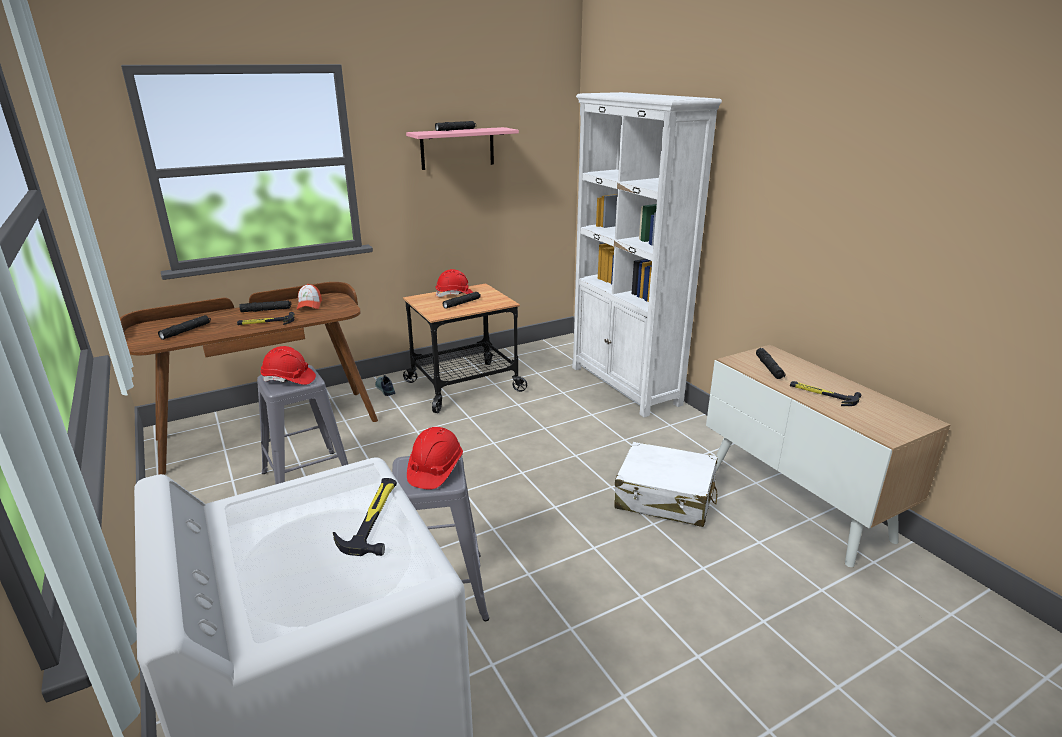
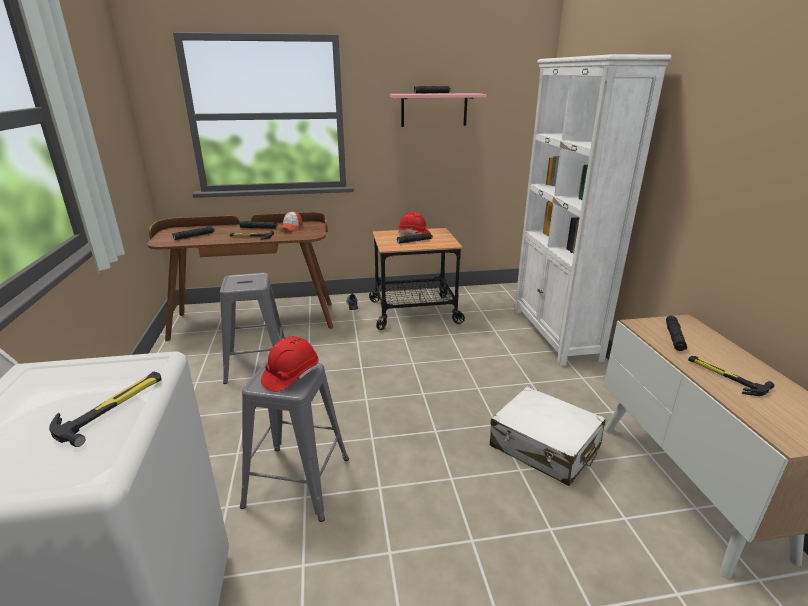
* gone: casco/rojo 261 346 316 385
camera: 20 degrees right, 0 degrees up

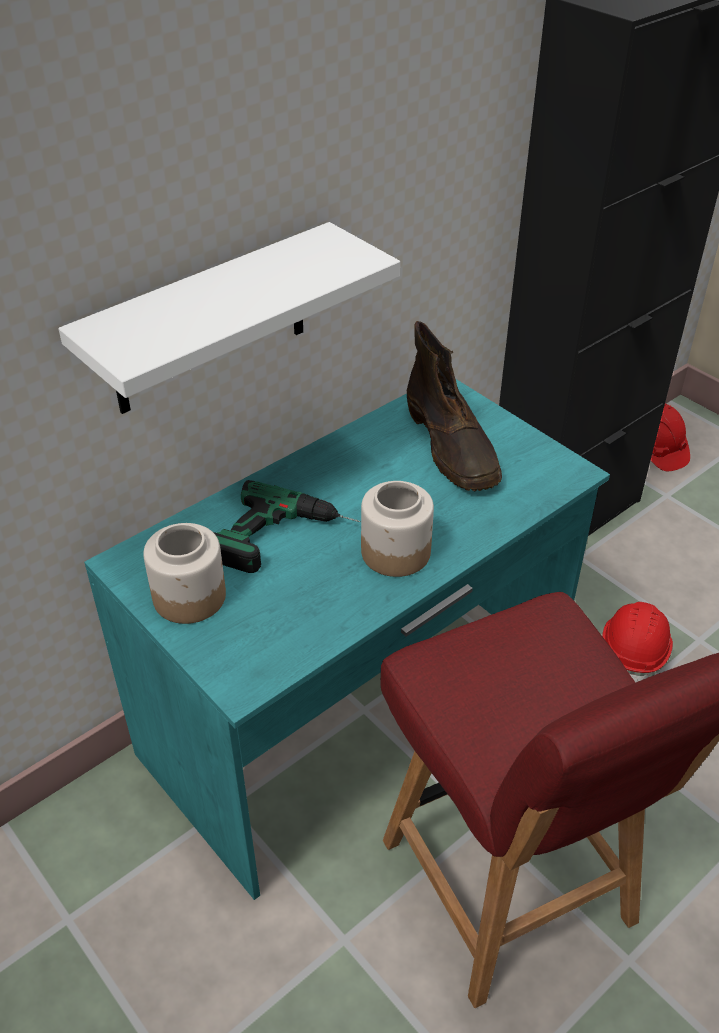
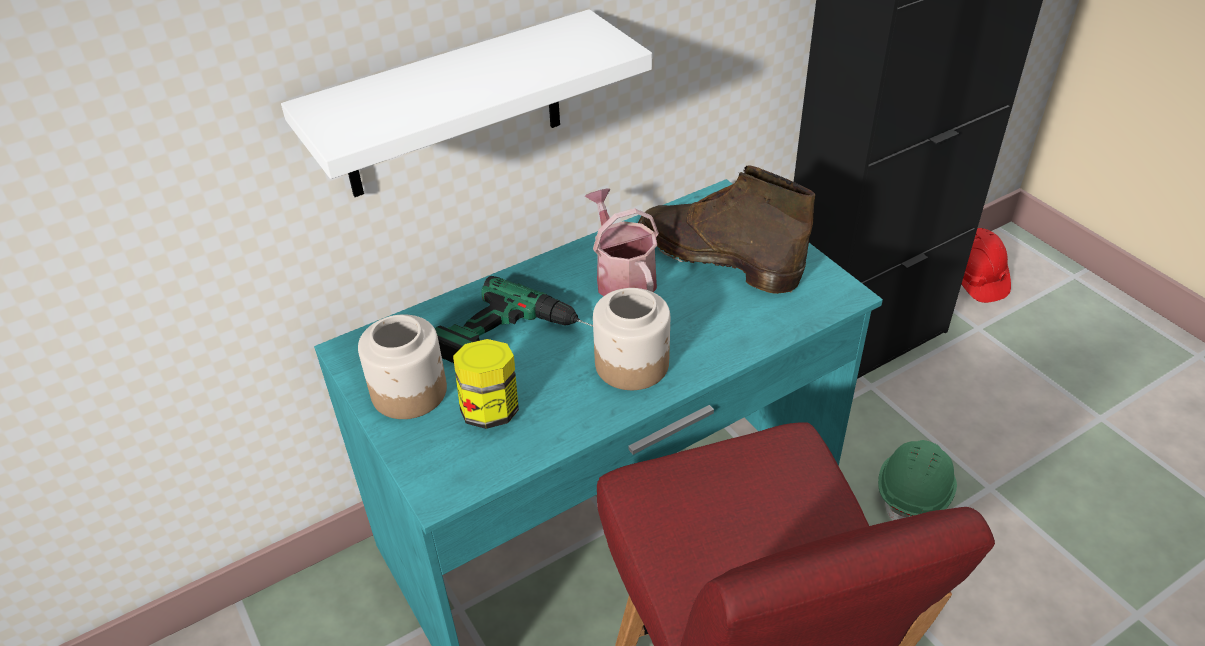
* rotated: bota/marrón 407 321 502 491 = 638 165 815 294 135 degrees clockwise
* repainted: casco/rojo 602 602 673 683 to casco/verde 878 440 957 520
* new: regadera 585 188 659 296
* new: tarro 453 339 519 429
camera: 10 degrees right, 0 degrees up

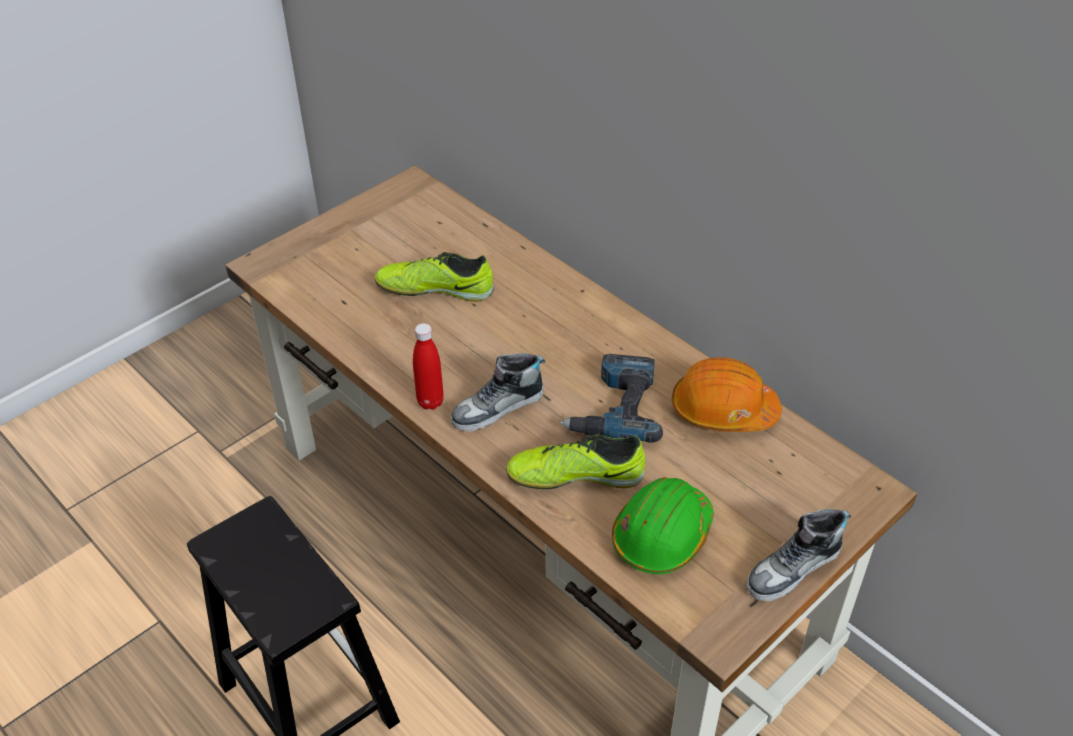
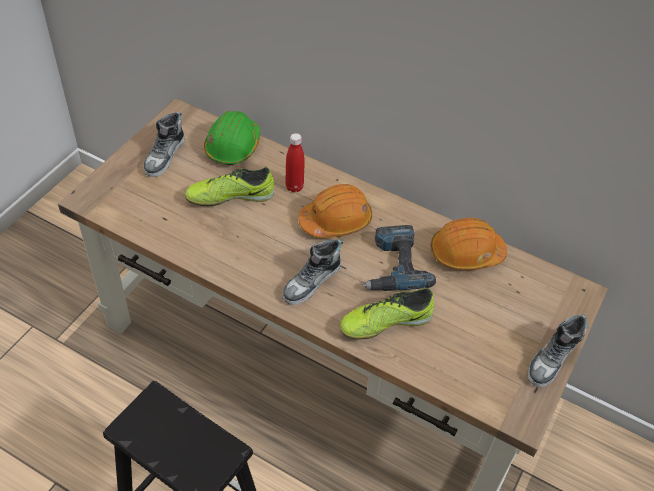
* shifted: botella/rojo 413 323 444 410 to 285 133 305 192
* shifted: casco/verde 612 477 714 574 to 204 111 261 165
* new: zapato 144 112 184 177
* new: casco/naranja 298 184 372 238
camera: 20 degrees left, 5 degrees up

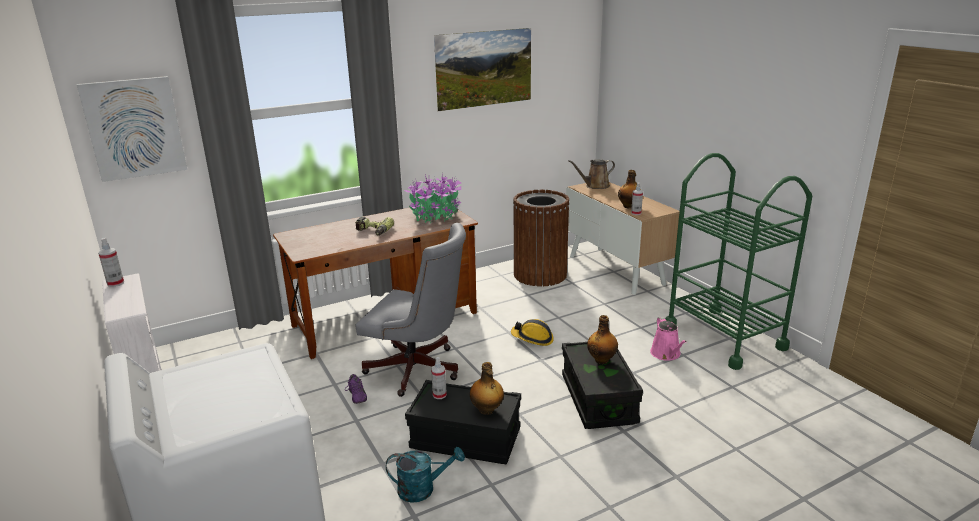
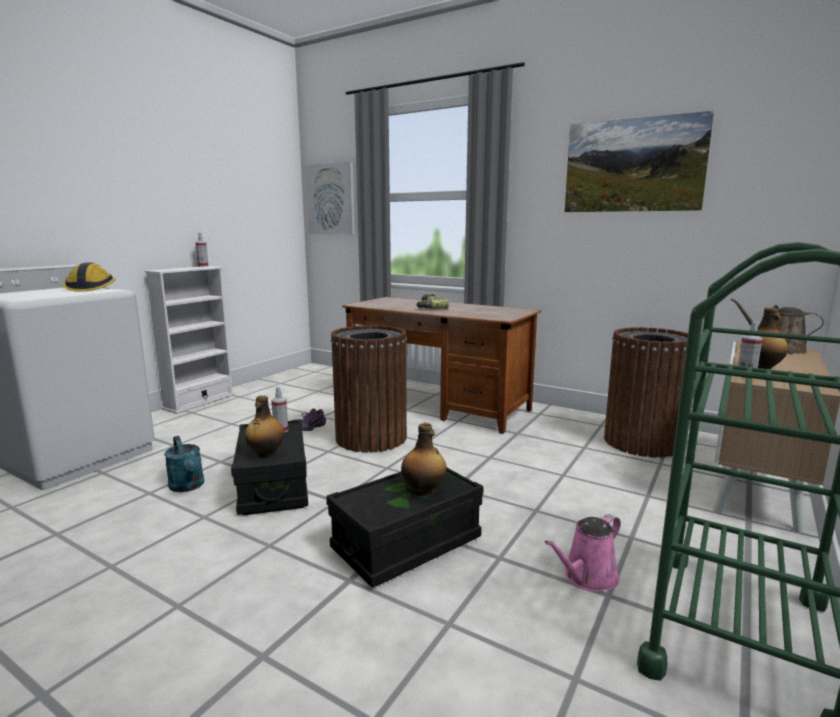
* gone: planta en maceta 404 174 461 223
* swapped: silla de oficina/gris 355 223 466 397 to papelera/marrón 331 325 407 453
* shifted: casco 511 319 554 346 to 63 263 116 292
camera: 60 degrees right, 10 degrees down

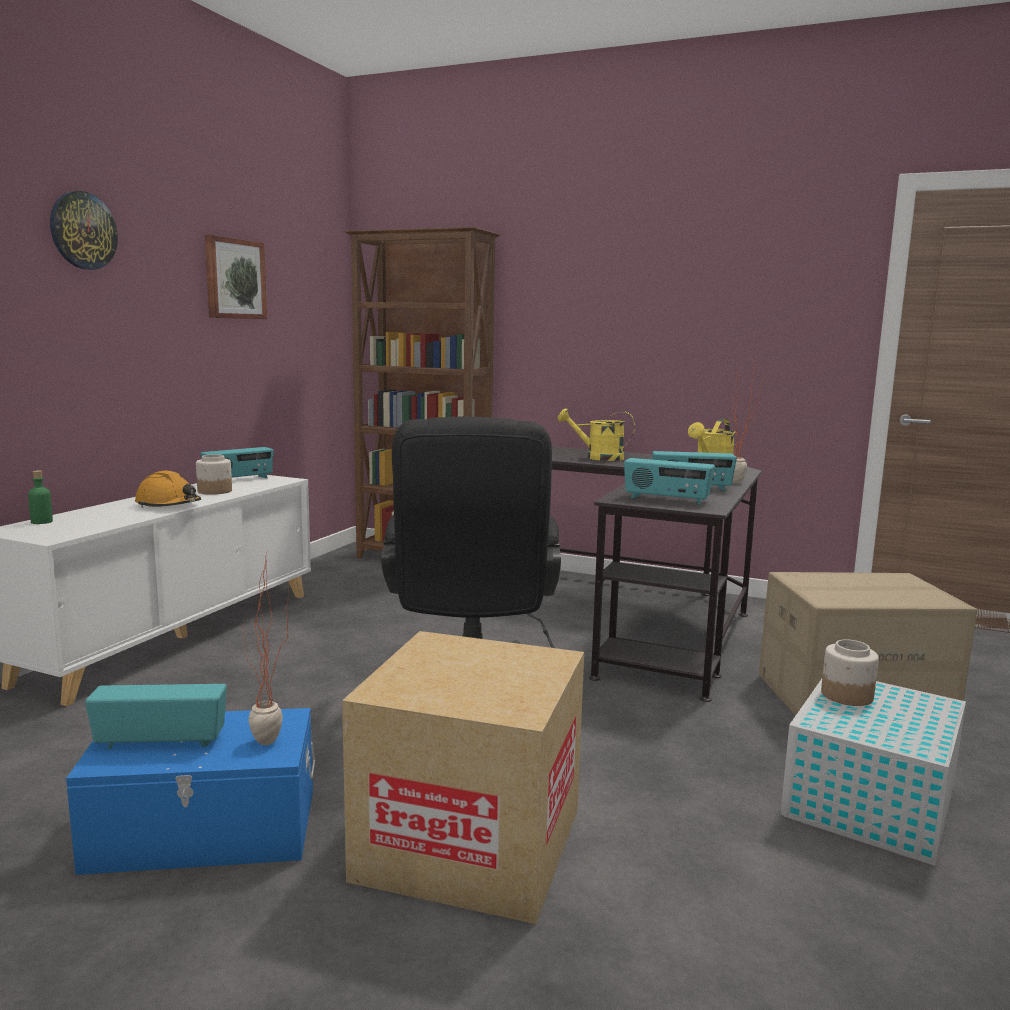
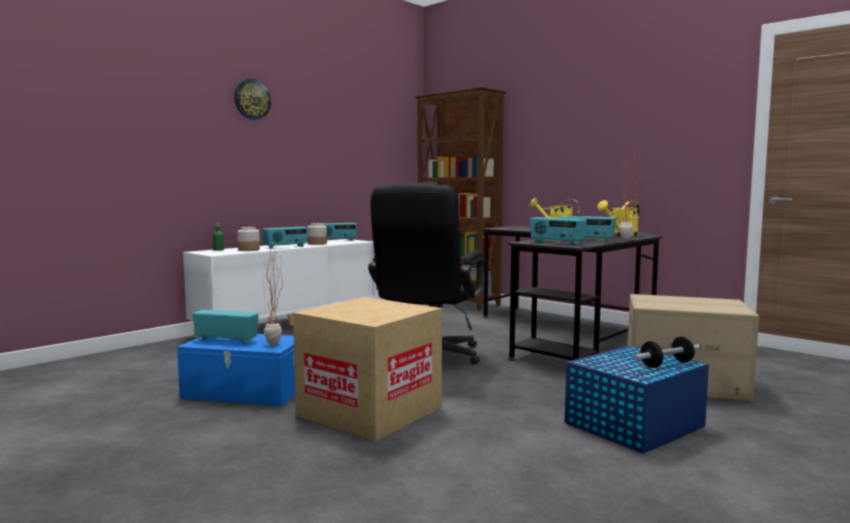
* gone: cuadro 205 235 267 319
* swapped: casco/naranja 135 471 201 508 to radio 262 227 308 249
* shifted: tarro 821 639 879 706 to 238 227 260 251
* repainted: caja de almacenaje/blanco 781 679 966 866 to caja de almacenaje/azul 565 346 709 454
* new: mancuerna 633 337 700 368
camera: 20 degrees right, 5 degrees down

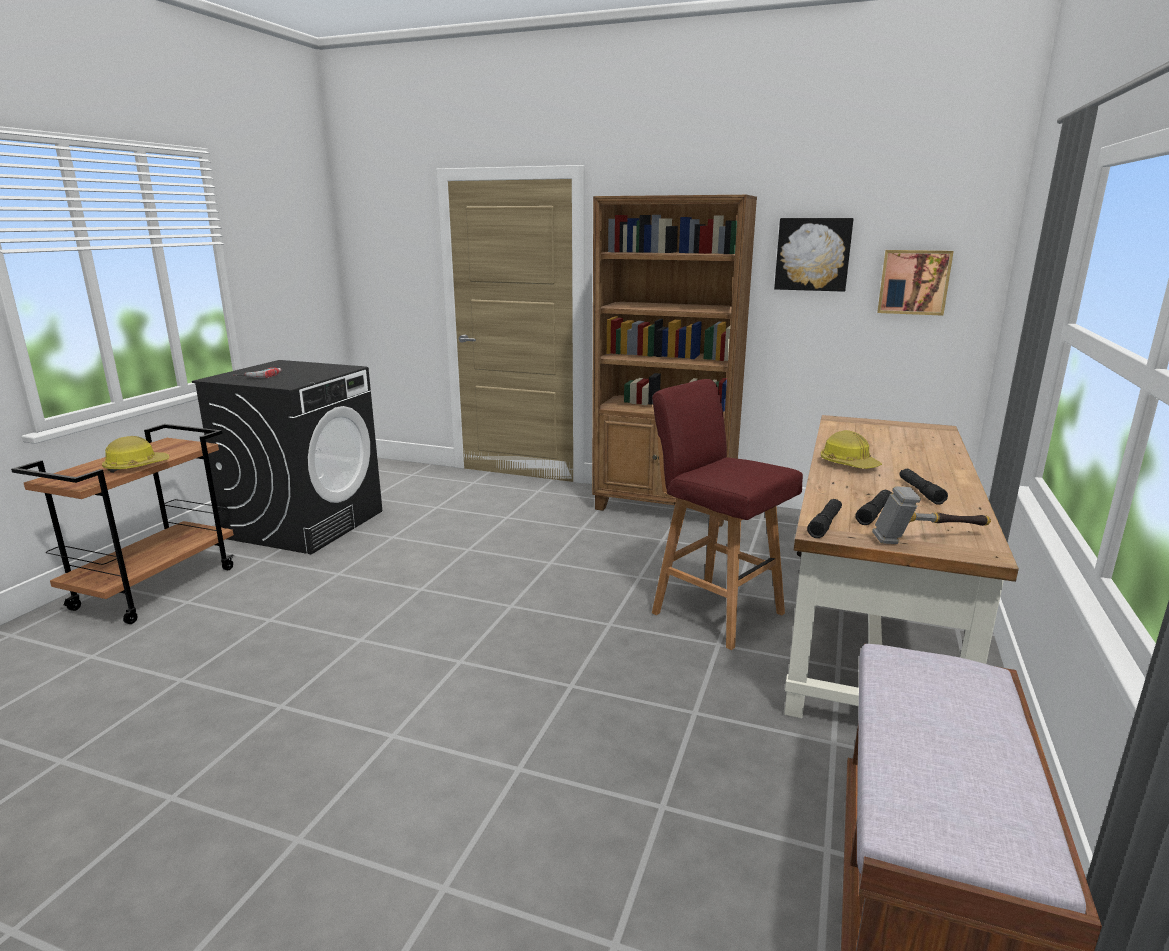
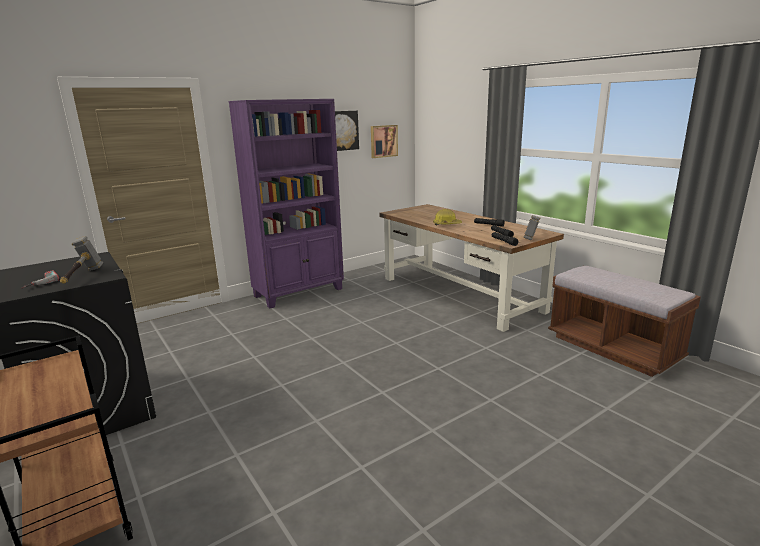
* repainted: estantería/marrón 592 195 757 527 to estantería/morado 229 99 344 309
* gone: taburete/rojo 652 379 803 650
* gone: casco 102 436 169 473
* new: martillo 60 236 103 283
camera: 55 degrees left, 0 degrees up

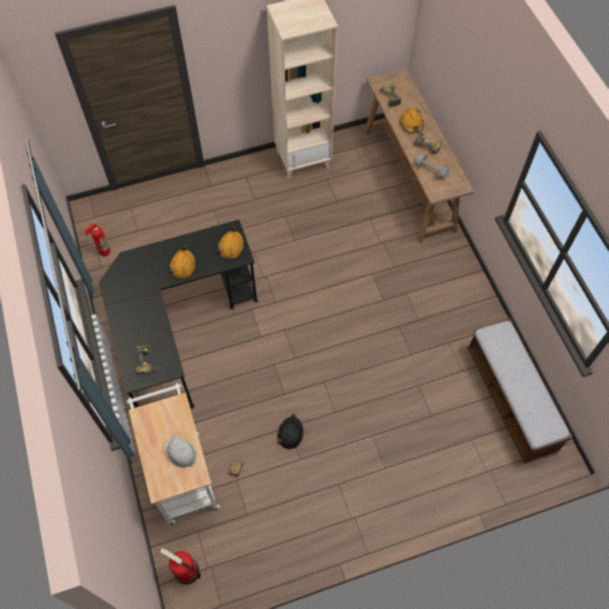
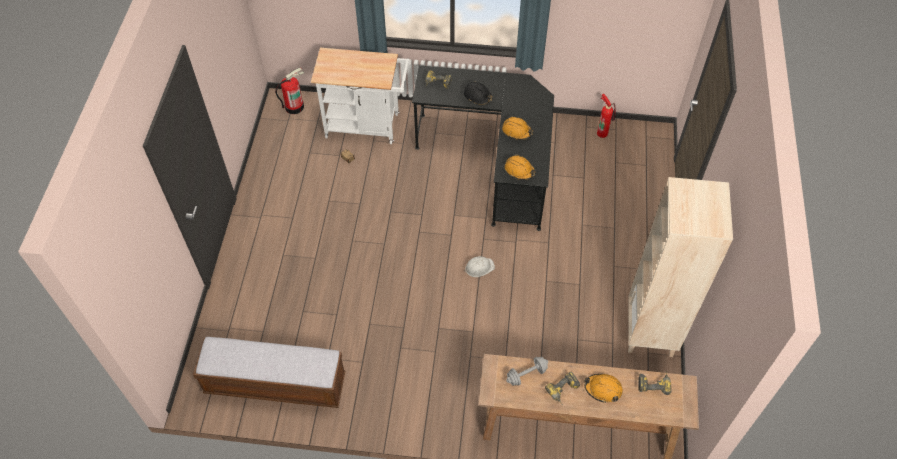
* shifted: casco/negro 277 414 304 449 to 464 81 493 104
* shifted: casco/blanco 164 435 197 468 to 465 256 495 277
camera: 115 degrees right, 5 degrees down

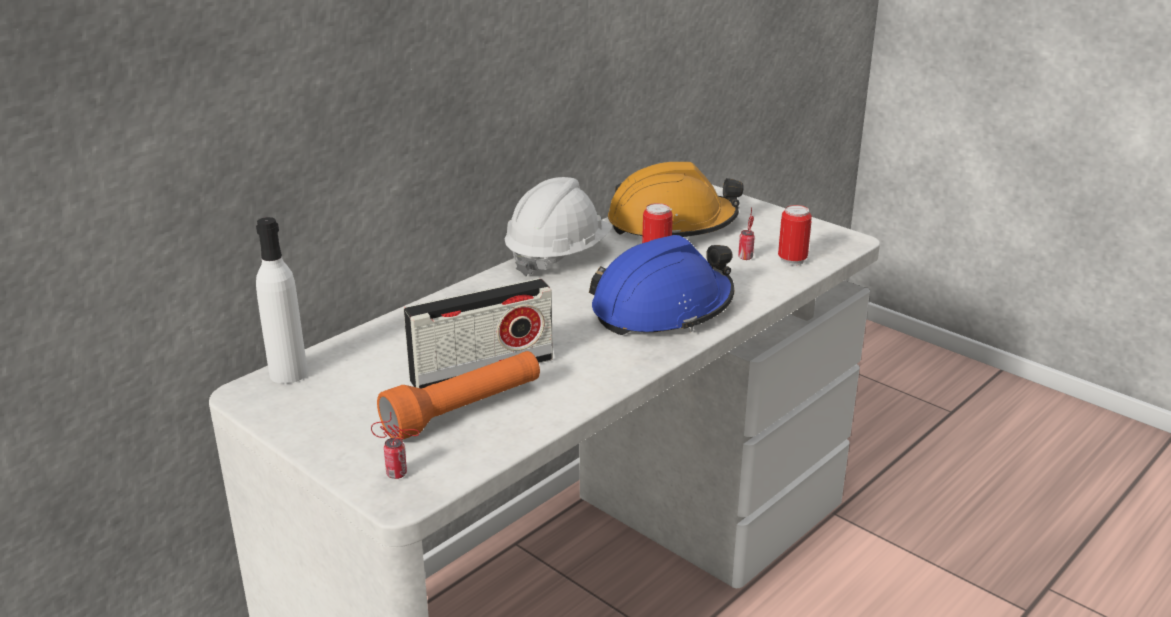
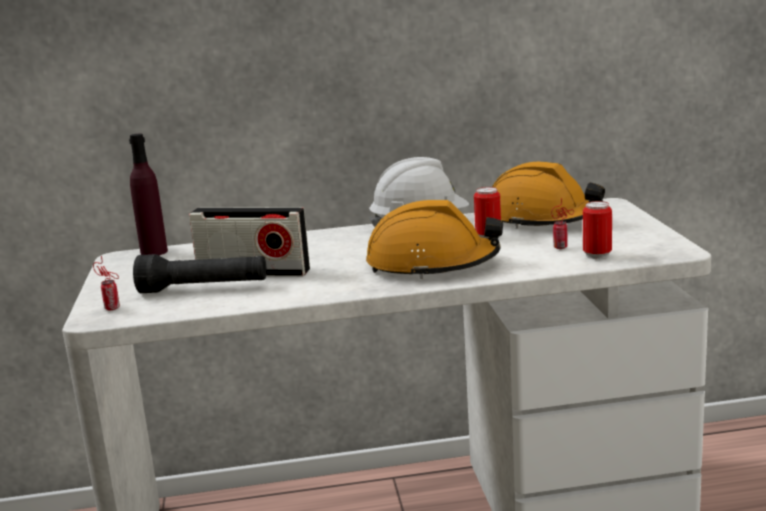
* repainted: botella/blanco 256 217 308 384 to botella/morado 129 134 168 255
* repainted: casco/azul 589 235 734 335 to casco/naranja 366 200 503 279
* repainted: linterna/naranja 377 351 540 440 to linterna/negro 133 254 267 293
camera: 40 degrees right, 10 degrees down

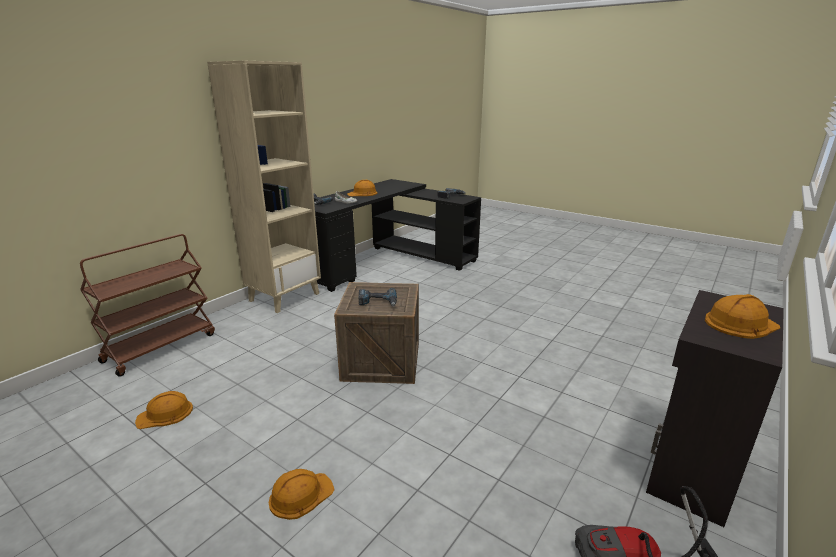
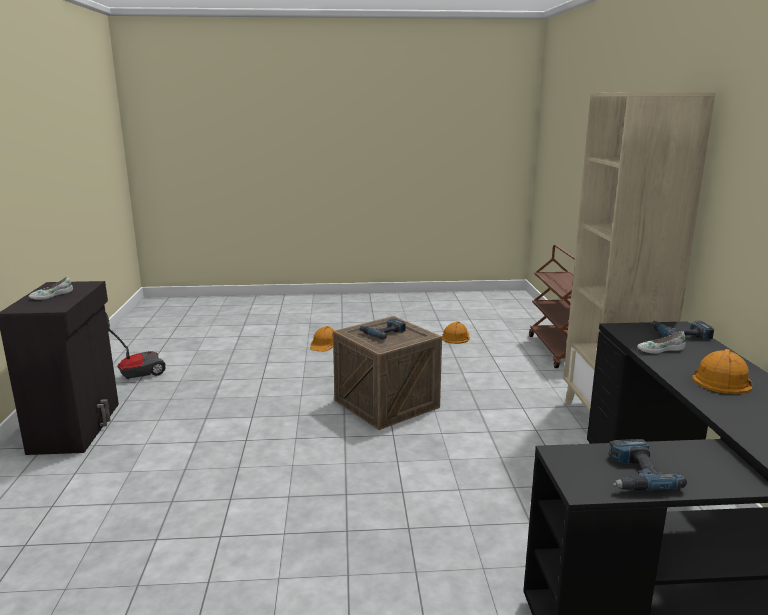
* swapped: casco/naranja 705 294 780 339 to zapato/blanco 29 277 73 300
camera: 140 degrees right, 5 degrees down

